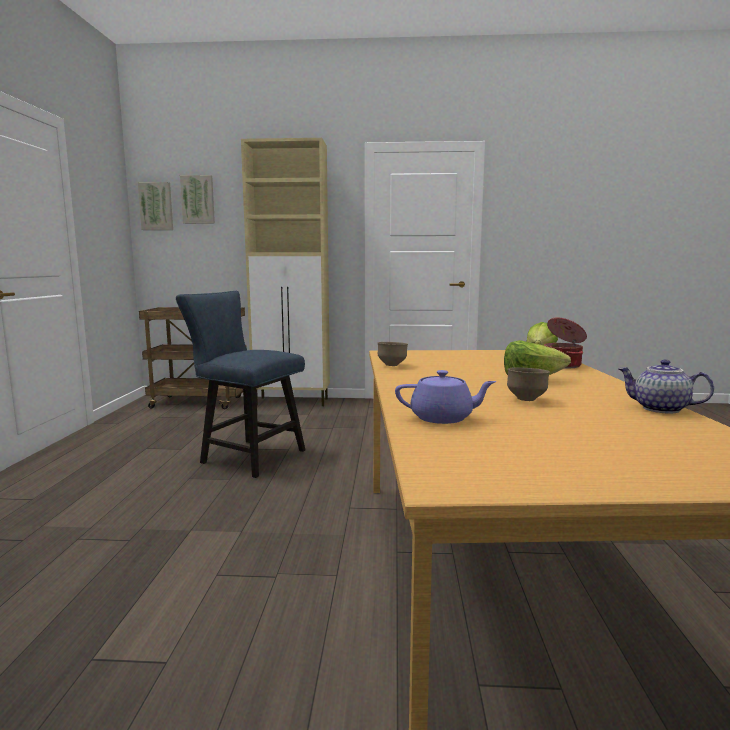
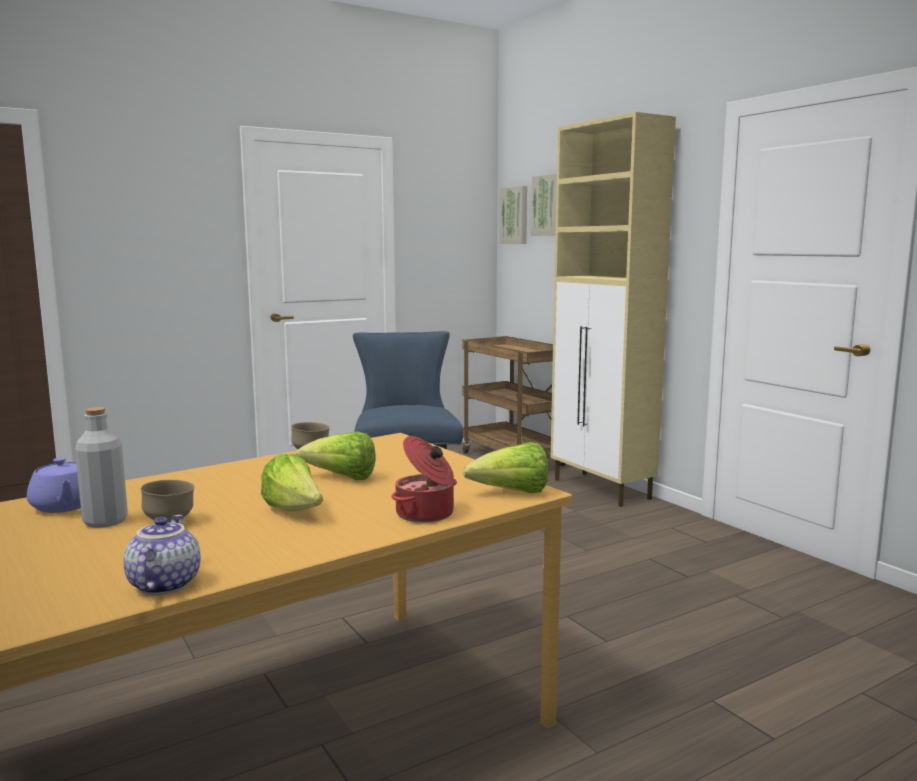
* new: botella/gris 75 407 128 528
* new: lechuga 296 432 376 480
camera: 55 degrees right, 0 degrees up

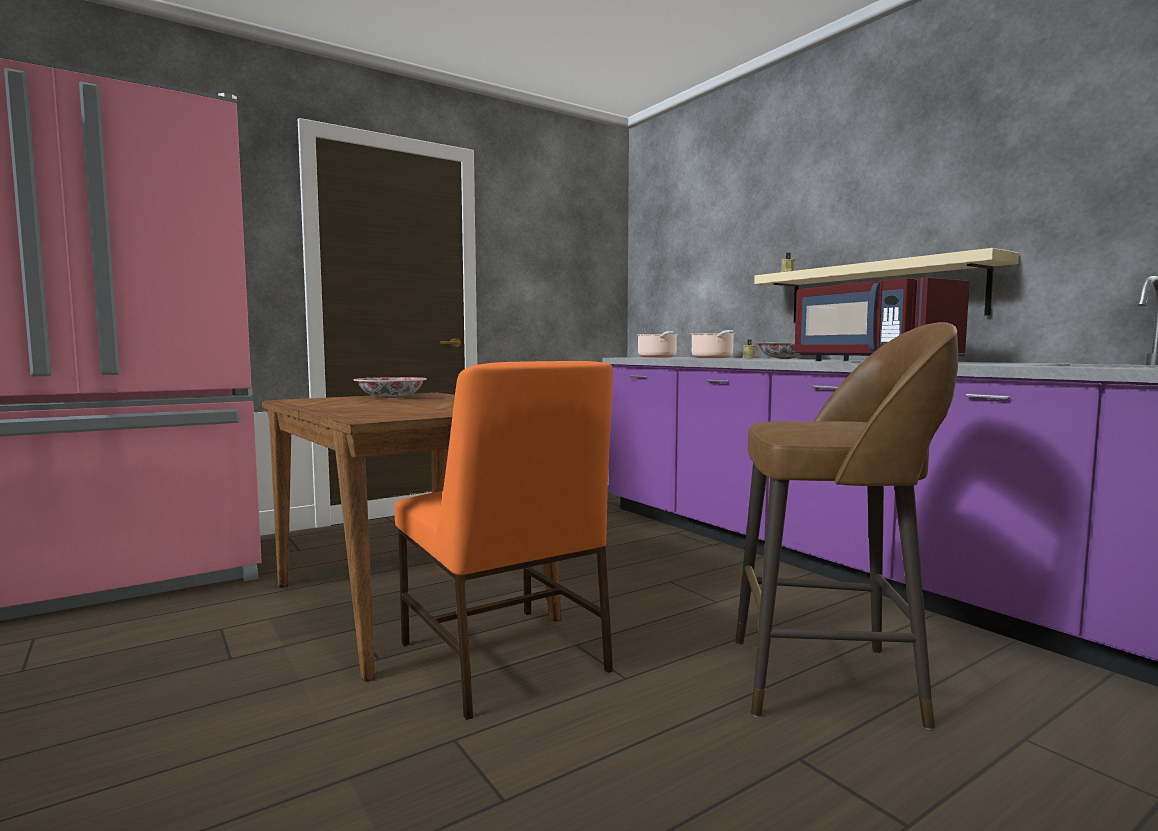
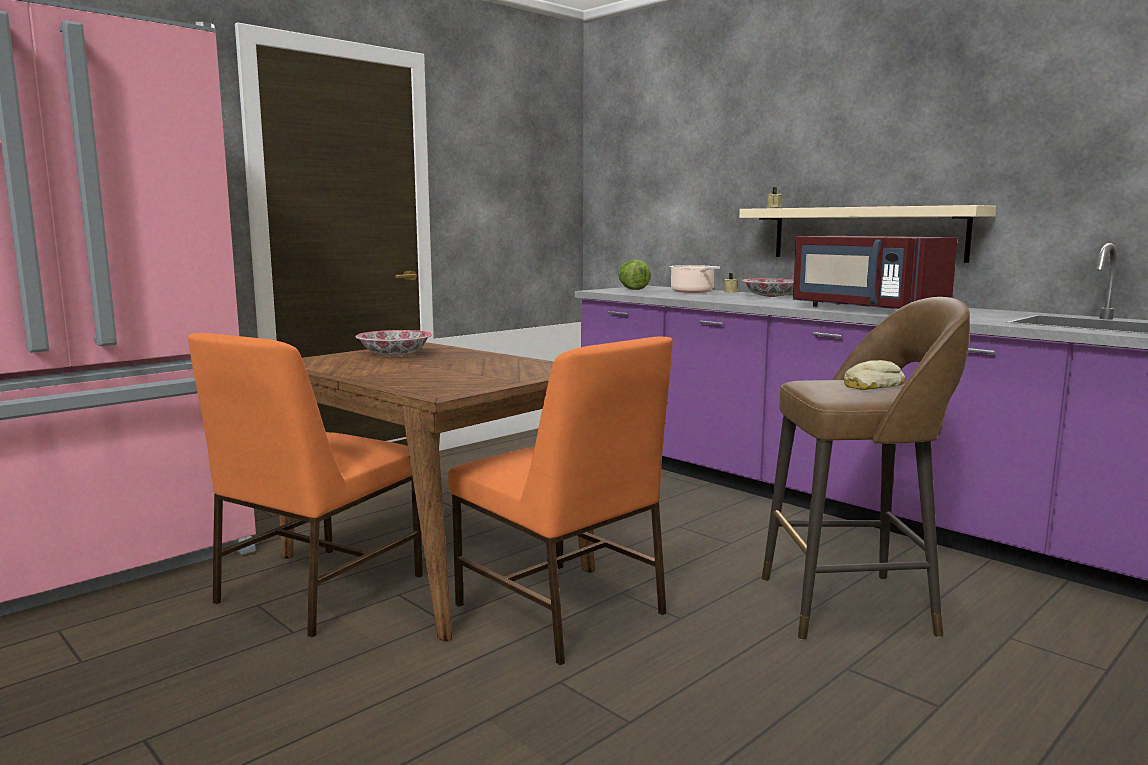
* swapped: olla 636 331 678 357 to lechuga 618 260 651 290
* new: silla/naranja 188 333 423 637
* new: pan 844 360 905 390
camera: 10 degrees left, 5 degrees up

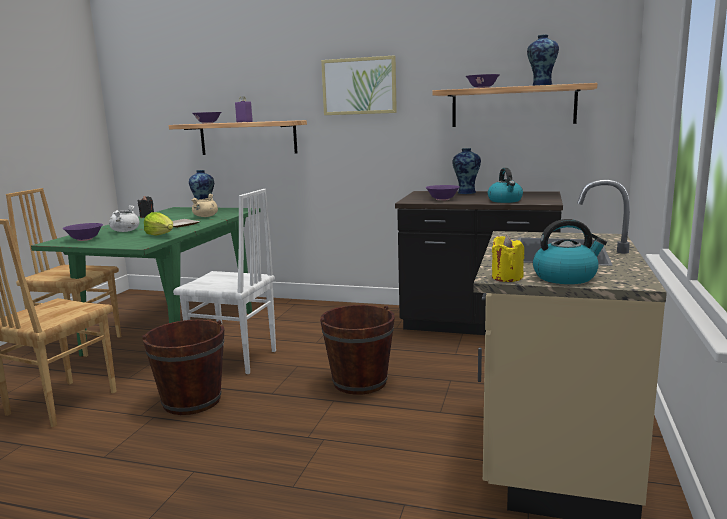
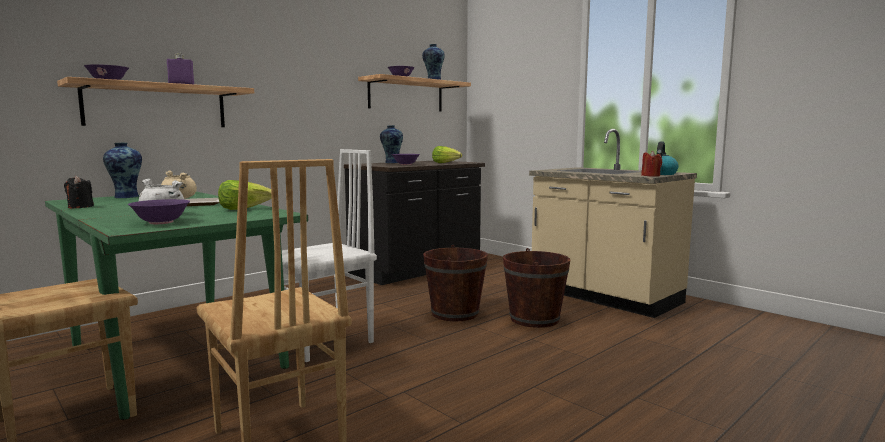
* gone: cuadro 321 55 397 115
* swapped: hervidor 488 168 523 203 to lechuga 432 146 462 163
* repainted: vela/amarillo 492 235 524 282 to vela/rojo 641 151 662 177
* shifted: cubo/marrón 143 319 224 415 to 503 248 570 328
camera: 60 degrees left, 5 degrees down

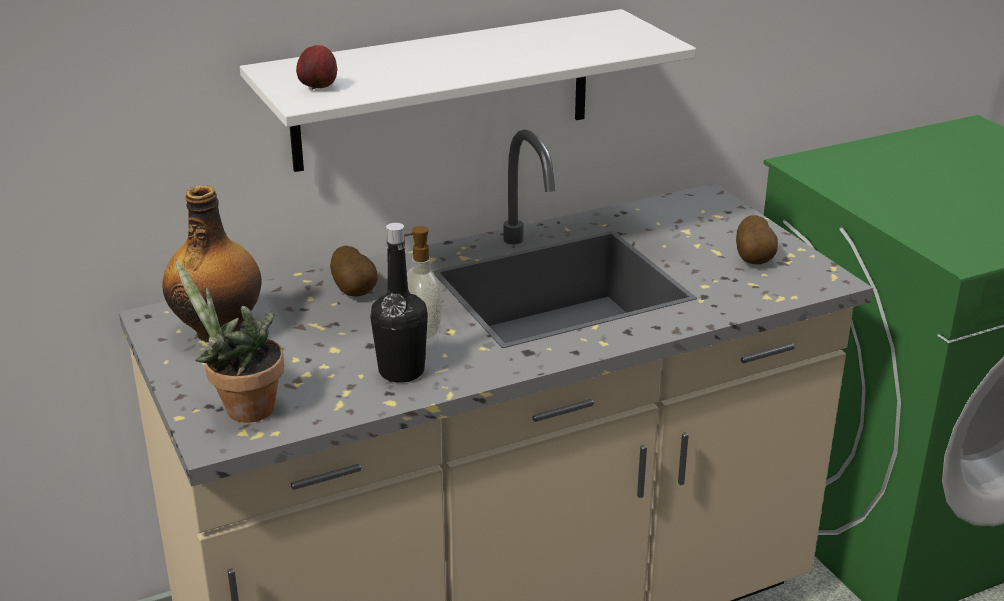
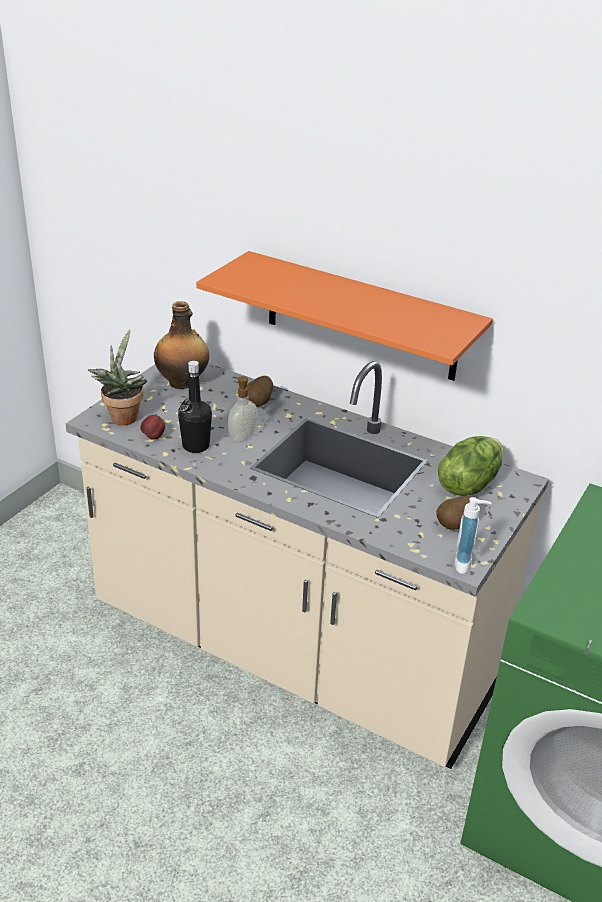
* repainted: estante/blanco 240 9 696 172 to estante/naranja 196 251 493 381
* shifted: manzana 296 45 337 89 to 140 415 165 440
* new: lechuga 438 436 503 496
* new: dispensador de jabón 454 497 491 574
camera: 55 degrees right, 5 degrees up

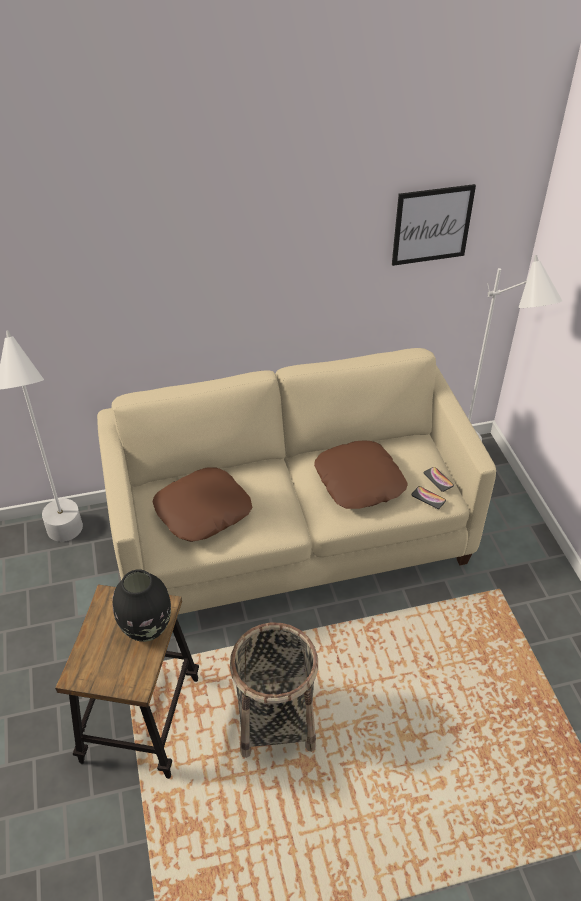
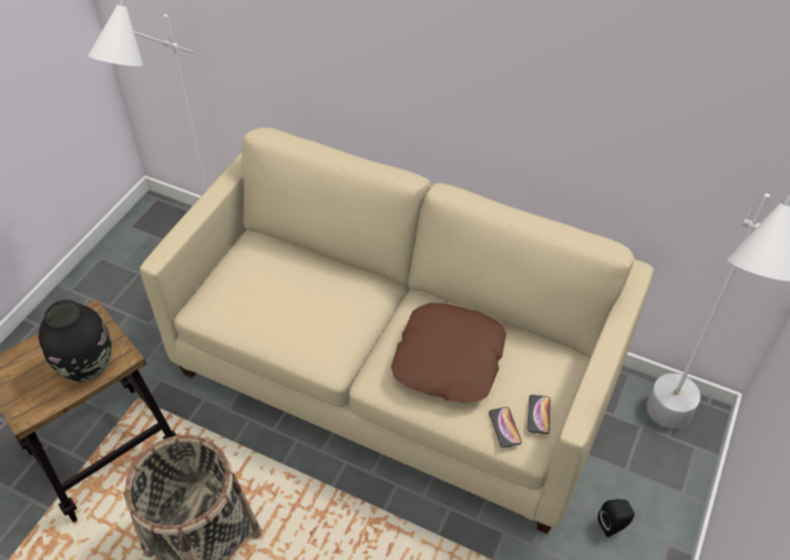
* gone: cuadro 392 184 476 266
* gone: cojín/marrón 152 467 252 542
* new: altavoz/negro 598 499 635 537
camera: 40 degrees right, 5 degrees up

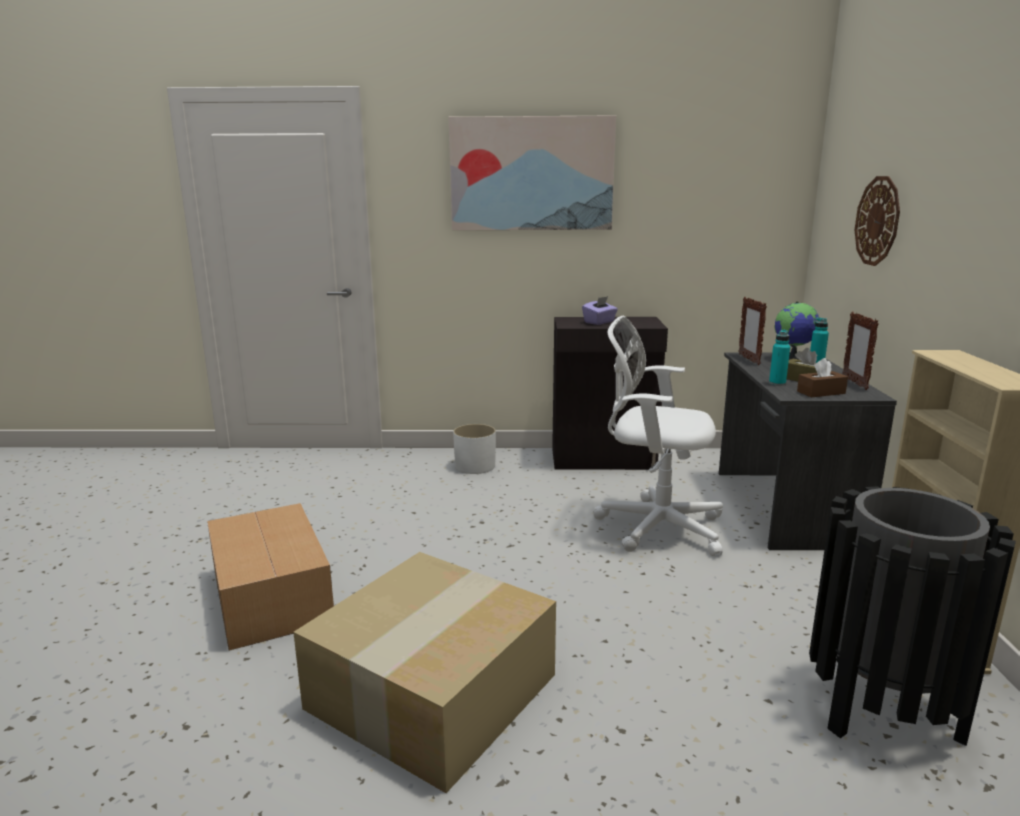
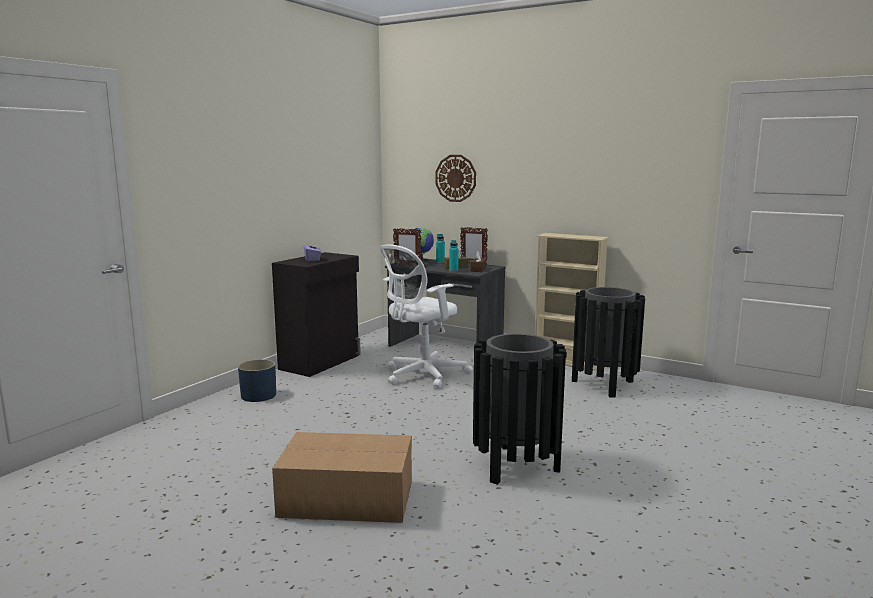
* gone: cuadro 449 115 616 230
* repainted: maceta/blanco 453 424 496 474 to maceta/azul 238 359 276 402
* swapped: caja de cartón 293 552 556 793 to papelera/negro 473 334 566 485
camera: 60 degrees left, 5 degrees down

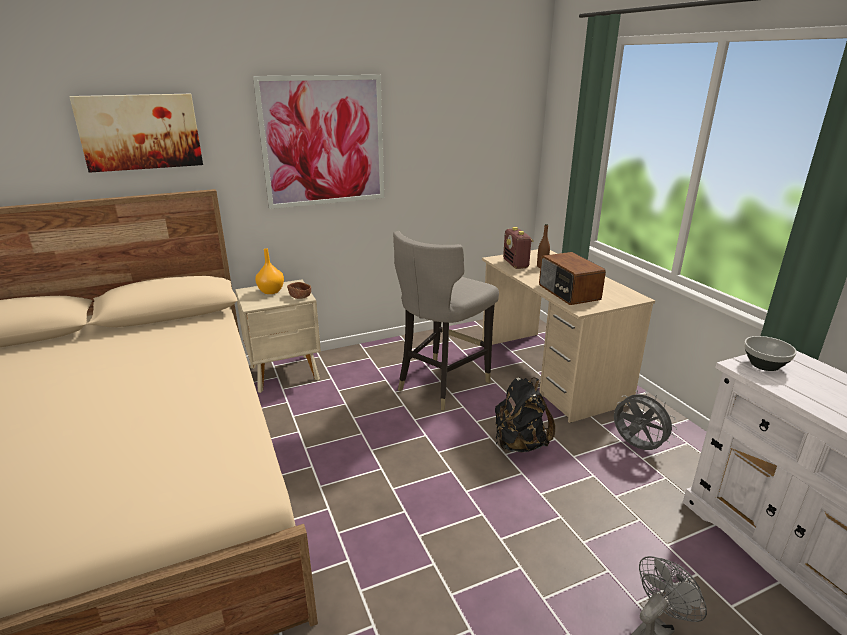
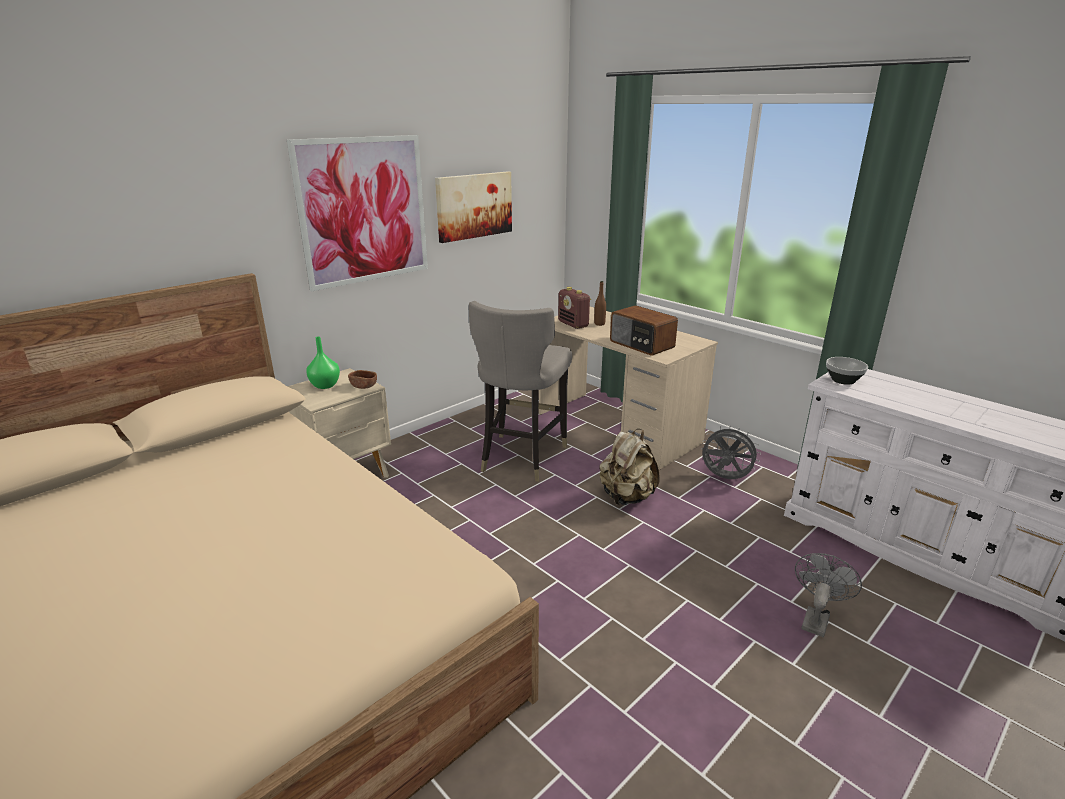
* shifted: cuadro 69 94 203 173 to 435 171 512 243
* repainted: florero/naranja 255 248 284 294 to florero/verde 306 337 340 389
* repainted: mochila/negro 495 377 555 452 to mochila/beis 599 429 660 505
camera: 20 degrees left, 0 degrees up

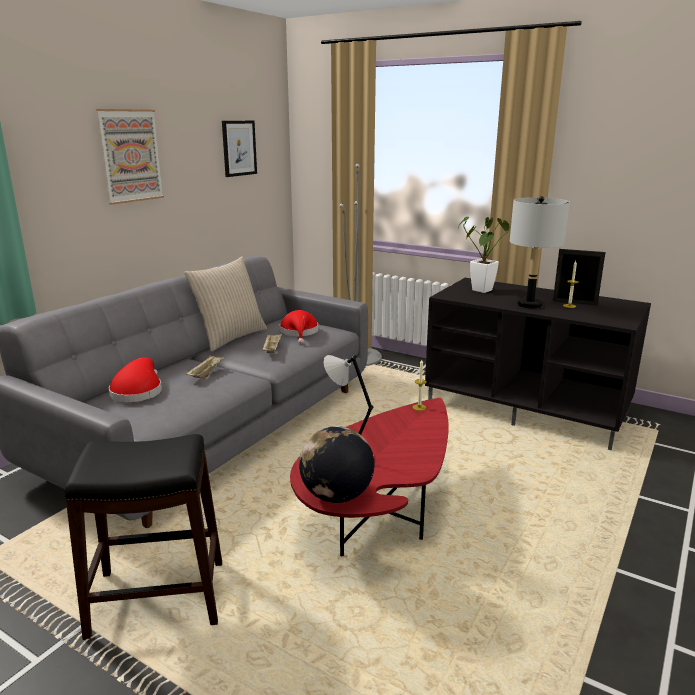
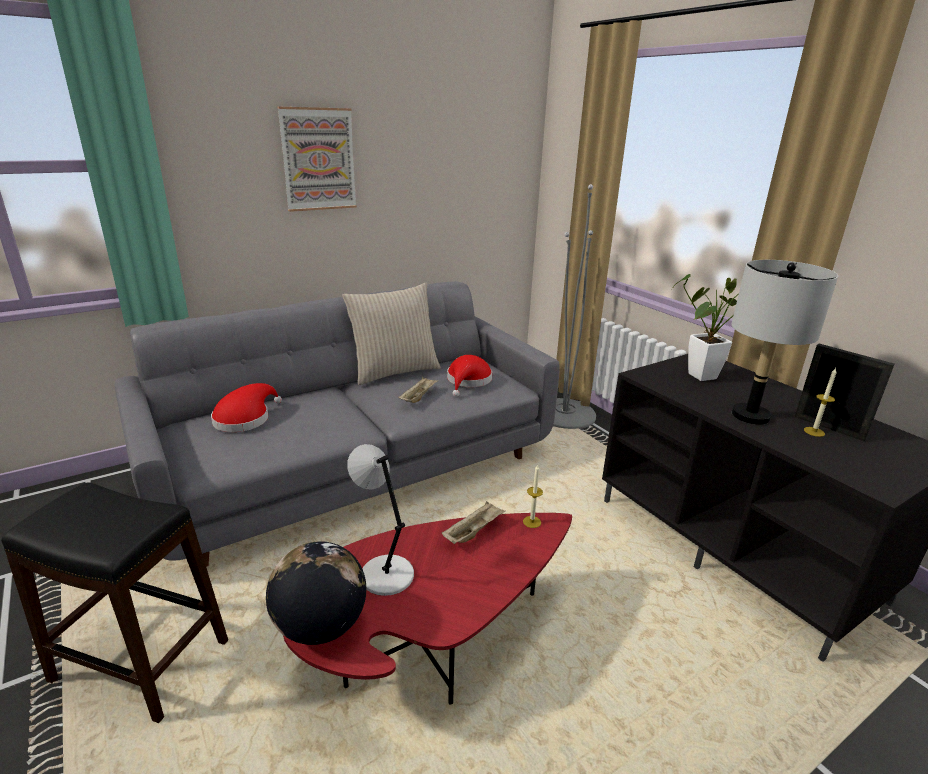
* gone: cuadro 222 121 257 177
* shifted: bandeja/beis 186 355 225 378 to 442 501 506 544
camera: 25 degrees right, 5 degrees up

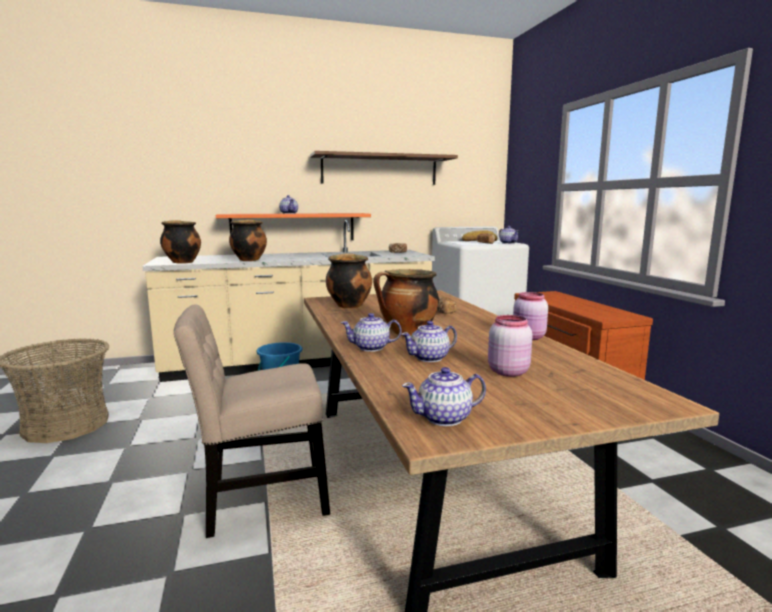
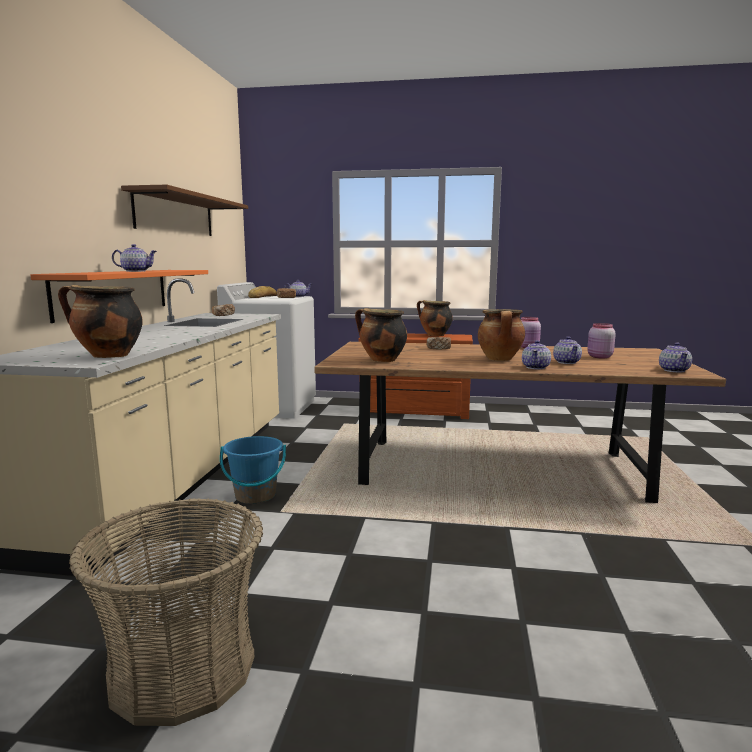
* shifted: olla 229 219 267 261 to 417 300 453 336
* gone: silla/beis 174 304 330 538
camera: 65 degrees left, 0 degrees up

